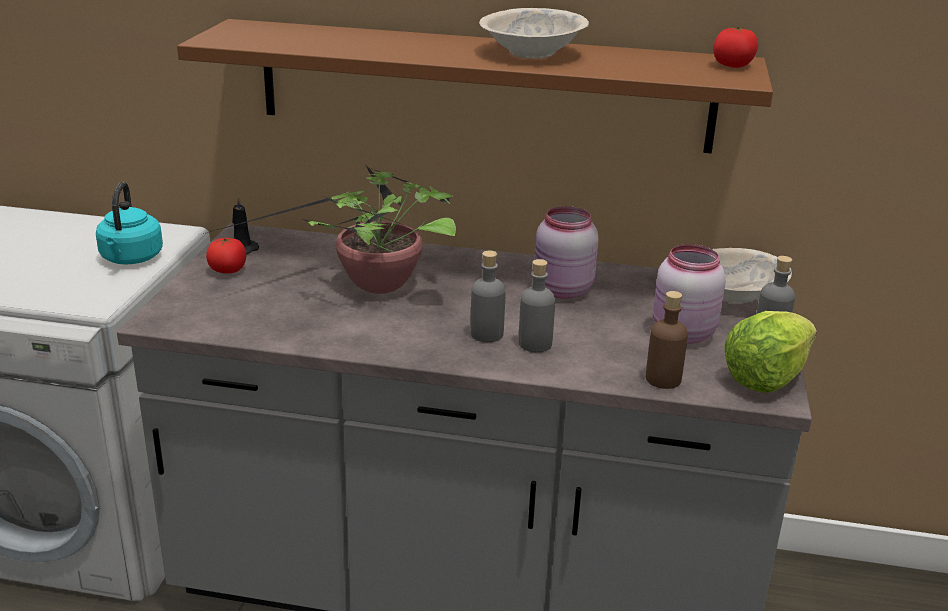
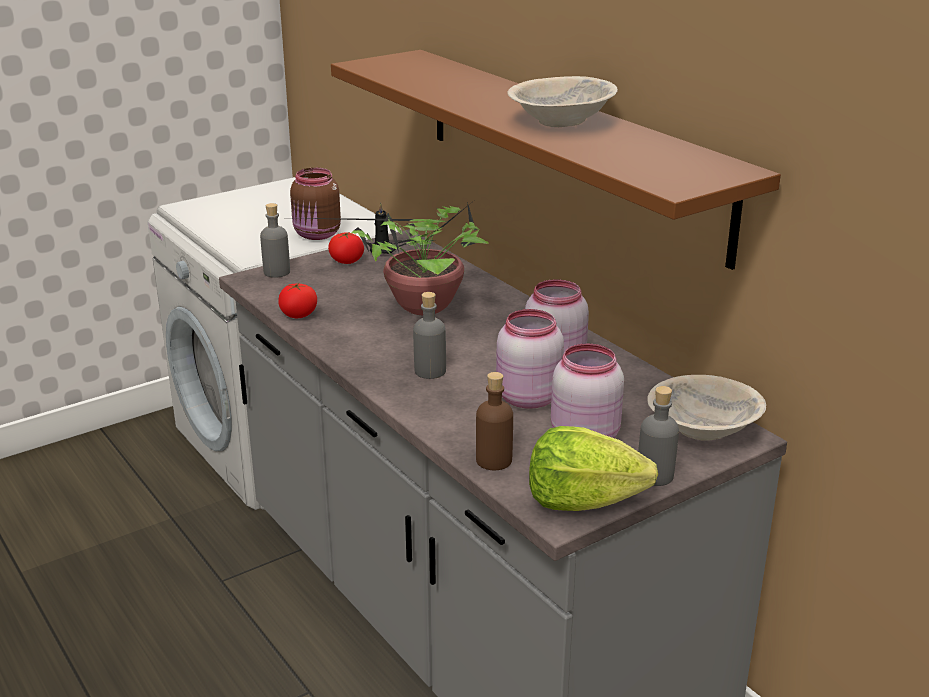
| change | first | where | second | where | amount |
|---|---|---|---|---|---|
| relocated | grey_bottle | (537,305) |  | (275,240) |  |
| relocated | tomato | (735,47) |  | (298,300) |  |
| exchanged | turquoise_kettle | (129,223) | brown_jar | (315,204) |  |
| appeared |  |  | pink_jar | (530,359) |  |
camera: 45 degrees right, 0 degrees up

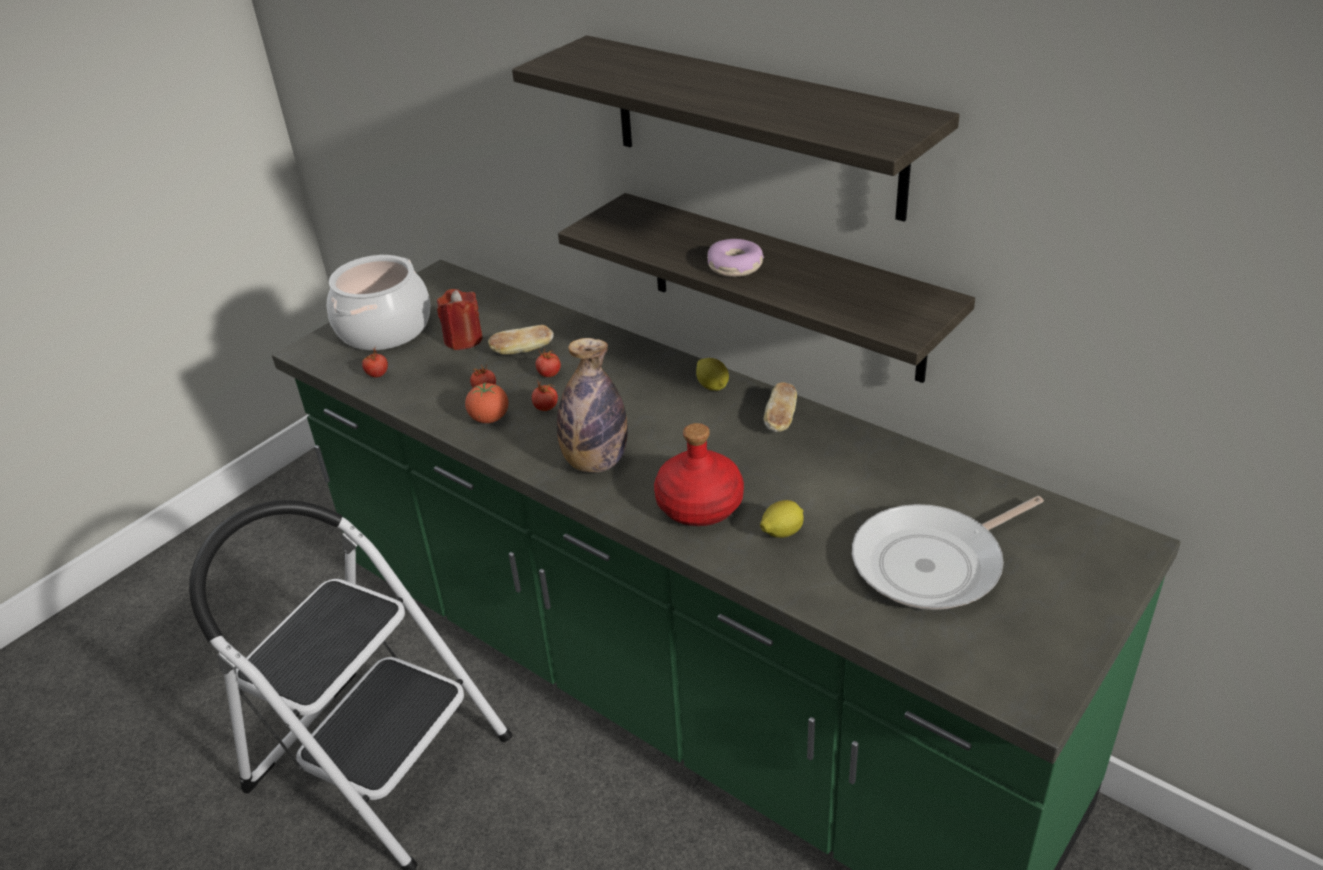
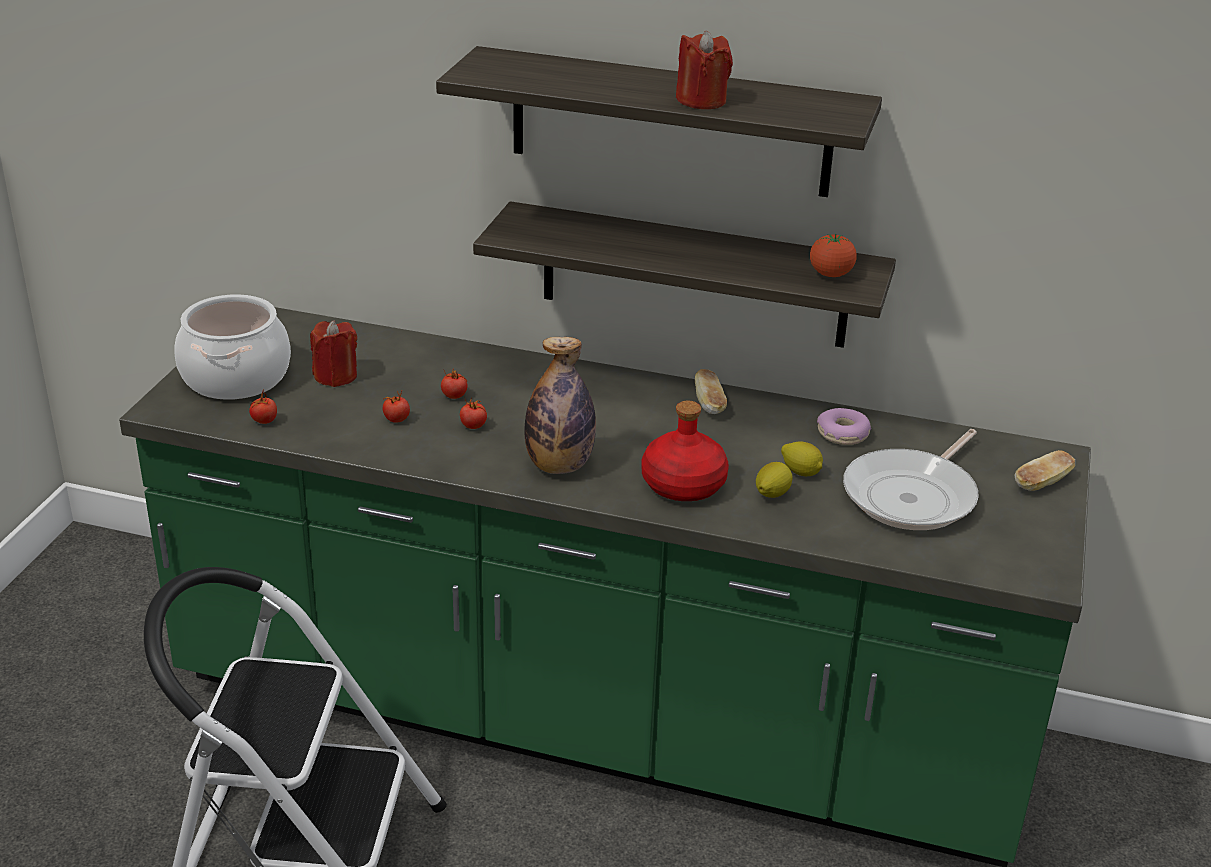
| change | first | where | second | where | amount |
|---|---|---|---|---|---|
| appeared |  |  | red_candle | (704,70) |  |
| relocated | lemon | (712,374) |  | (802,458) |  |
| relocated | tomato | (486,402) |  | (833,255) |  |
| relocated | donut | (735,258) |  | (844,426) |  |
| relocated | bread | (520,340) |  | (1044,470) |  |
camera: 25 degrees left, 5 degrees down

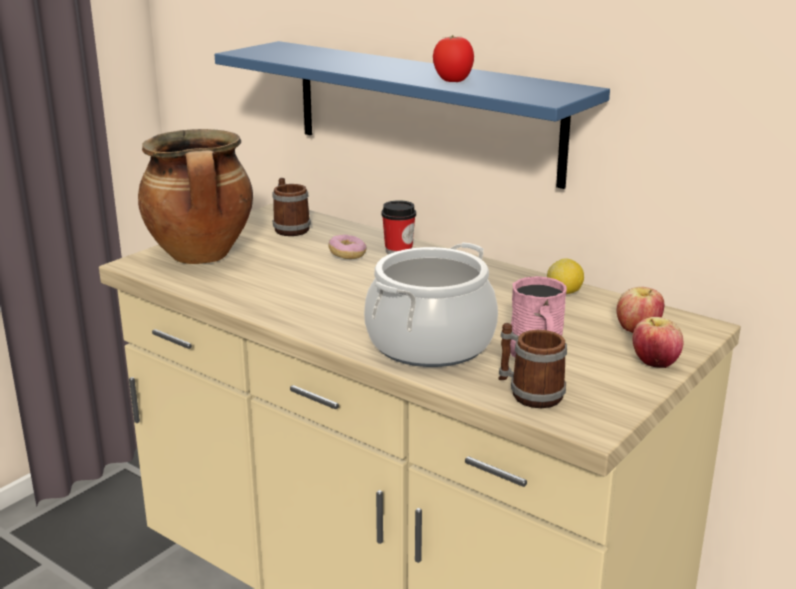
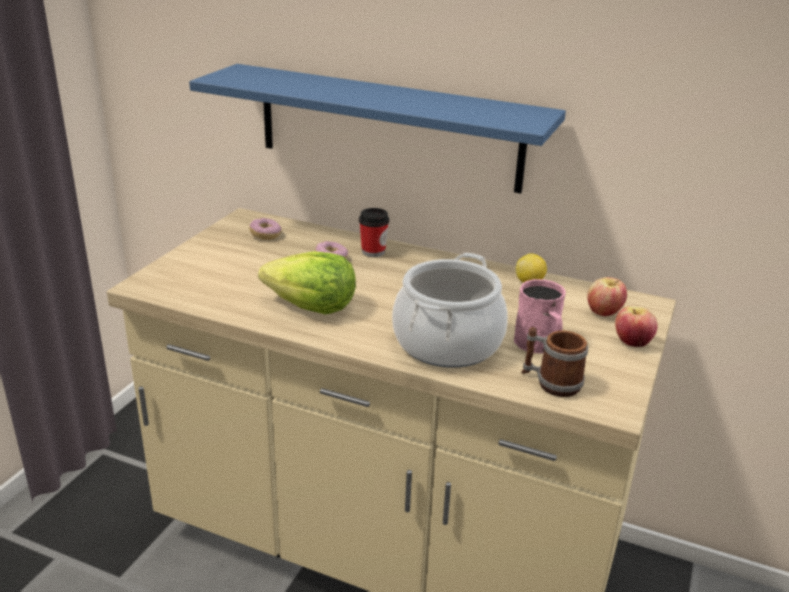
| change | first | where | second | where | amount |
|---|---|---|---|---|---|
| exchanged | mug | (291,207) | donut | (265,229) |  |
| appeared |  |  | lettuce | (307,283) |  |
| missing | cooking_pot | (195,196) |  |  |  |
| missing | tomato | (453,58) |  |  |  |
camera: 15 degrees left, 5 degrees up

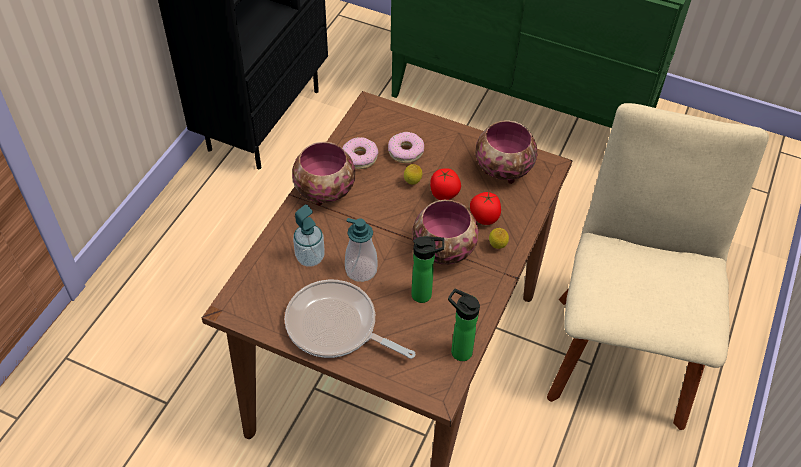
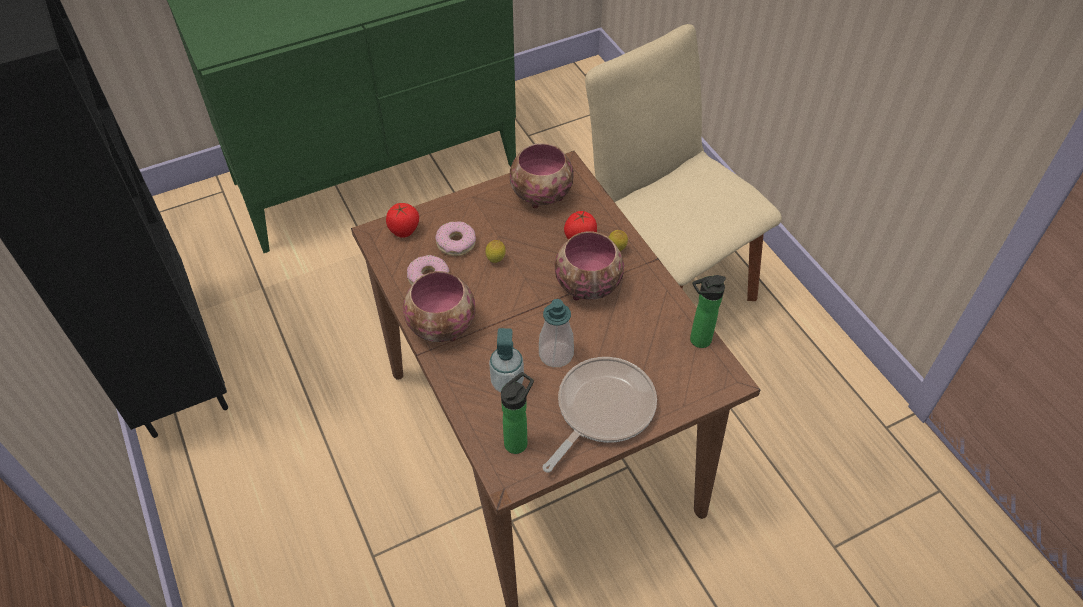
| change | first | where | second | where | amount |
|---|---|---|---|---|---|
| relocated | tomato | (445,184) |  | (402,220) |  |
| relocated | bottle | (427,269) |  | (517,413) |  |
| spun | frying_pan | (350,319) |  | (599,415) | 150 degrees clockwise |
camera: 50 degrees left, 0 degrees up

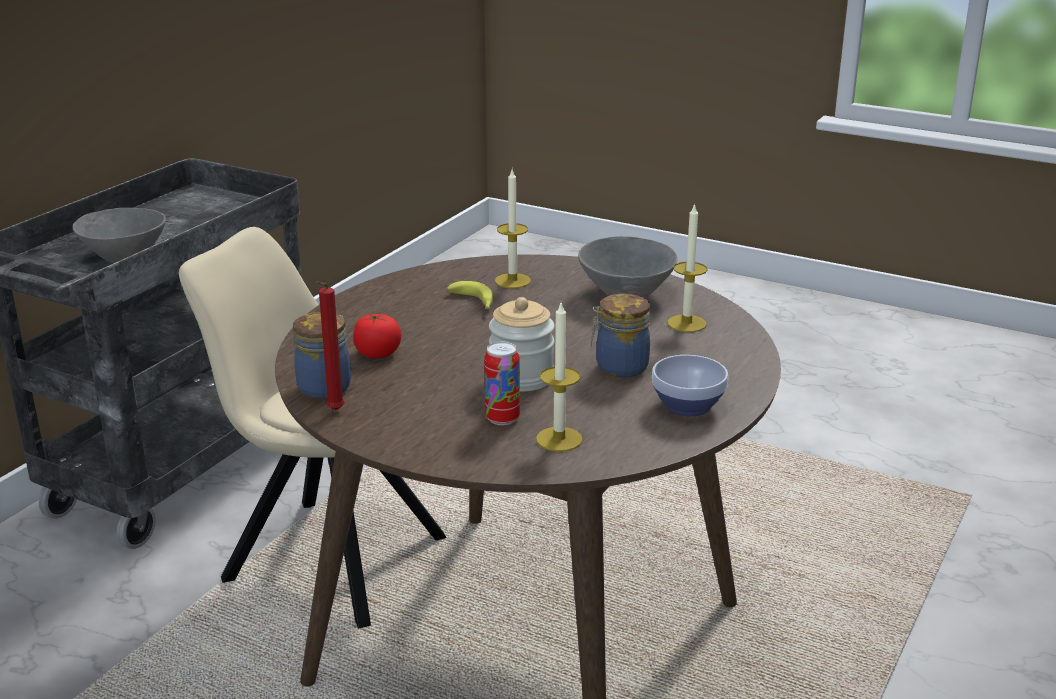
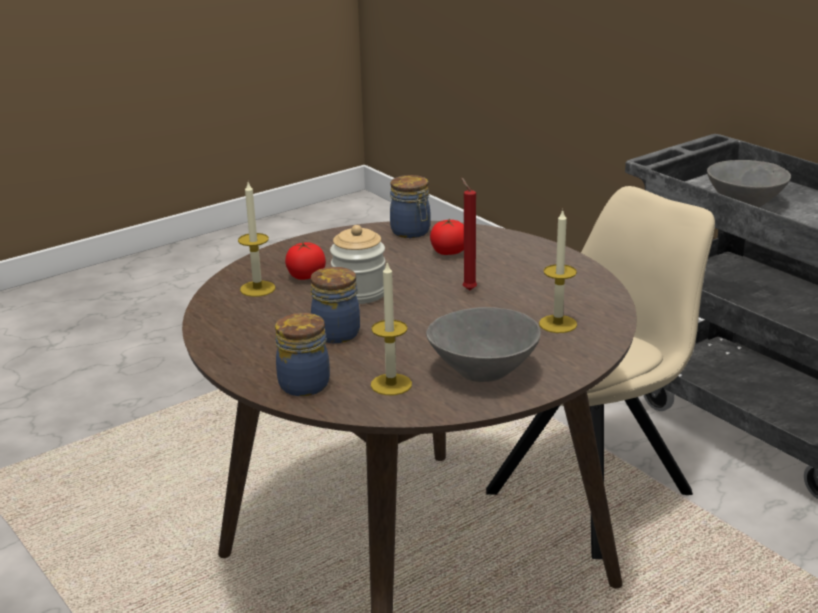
| change | first | where | second | where | amount |
|---|---|---|---|---|---|
| appeared |  |  | jar | (302,354) |  |
| exchanged | can | (502,383) | tomato | (305,260) |  |
| relocated | red_candle | (330,345) |  | (469,233) |  |
| missing | banana | (470,295) |  |  |  |
| missing | bowl | (690,385) |  |  |  |
camera: 115 degrees right, 0 degrees up

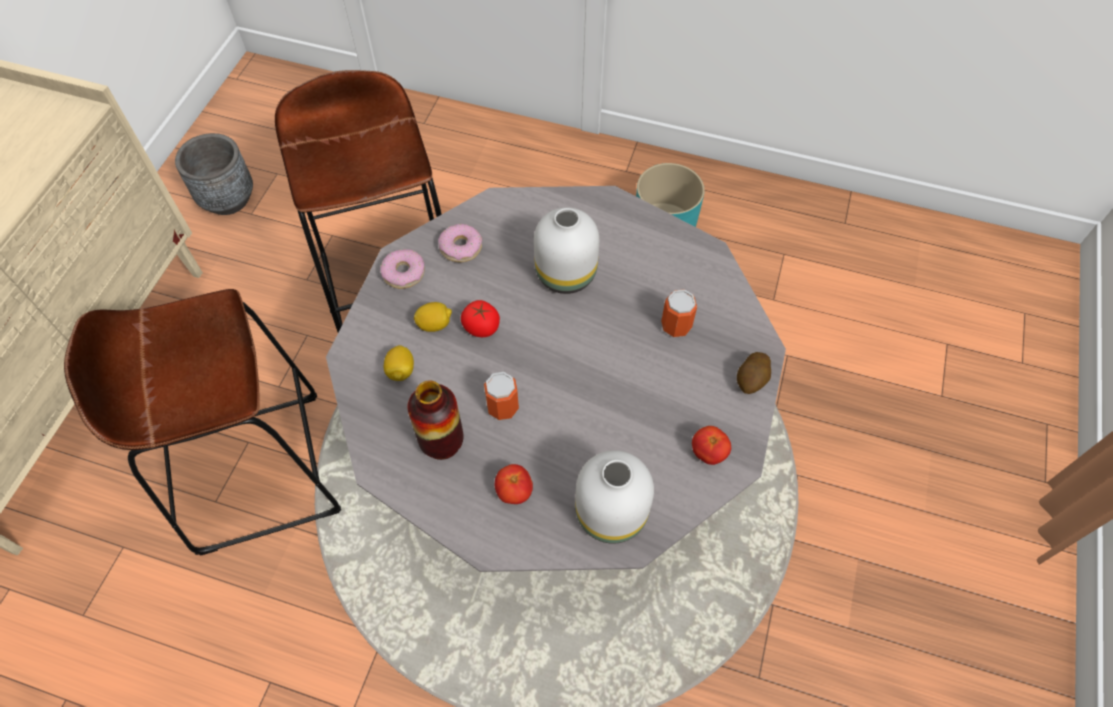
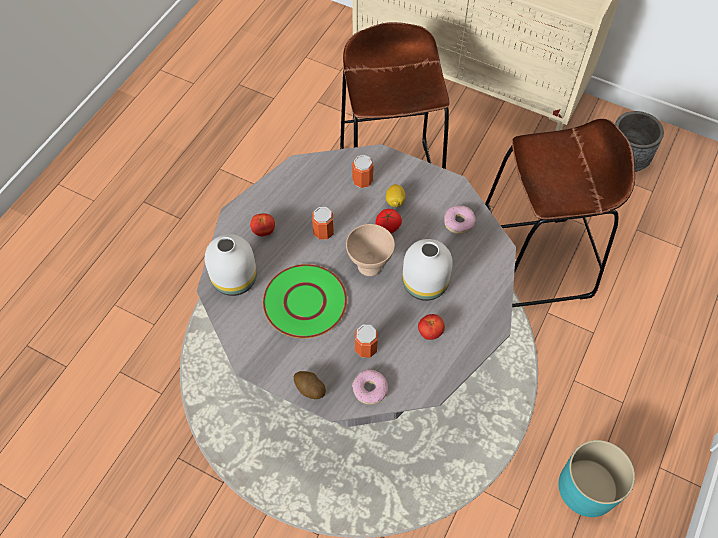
| change | first | where | second | where | amount |
|---|---|---|---|---|---|
| appeared |  |  | green_plate | (305,301) |  |
| appeared |  |  | beige_bowl | (370,250) |  |
| exchanged | lemon | (399,363) | can | (362,171) |  |
| relocated | donut | (402,269) |  | (370,387) |  |
| relocated | tomato | (711,445) |  | (431,327) |  |
| missing | vase | (436,420) |  |  |  |
camera: 100 degrees right, 0 degrees up

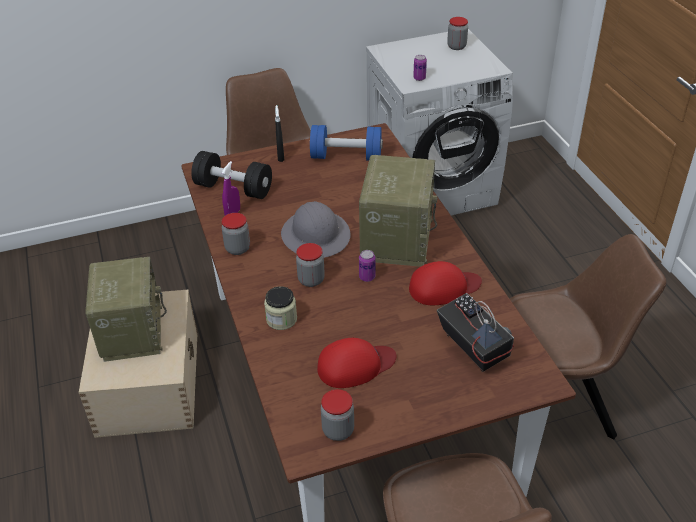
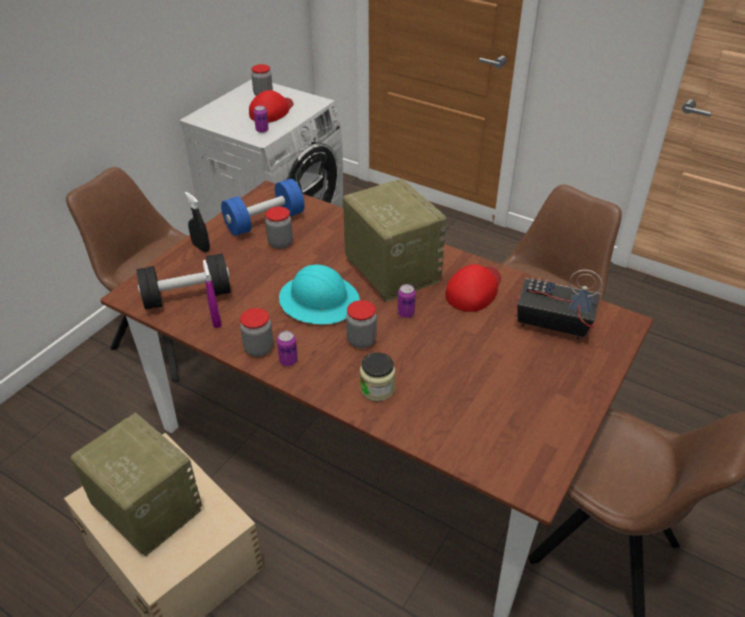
| change | first | where | second | where | amount |
|---|---|---|---|---|---|
| relocated | red_cap | (356,363) |  | (271,106) |  |
| relocated | jar | (337,415) |  | (279,228) |  |
| appeared |  |  | can | (287,348) |  |
| colour | grey_hard_hat | (316,229) | turquoise_hard_hat | (319,295) |  |
camera: 40 degrees left, 0 degrees up

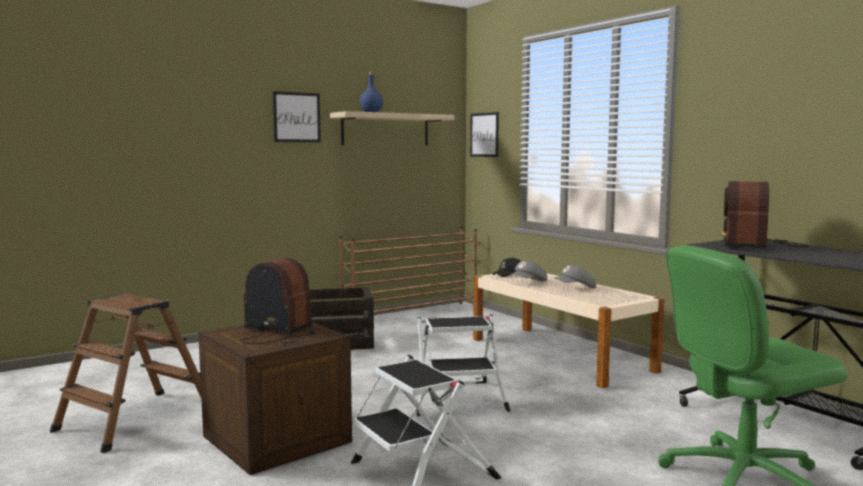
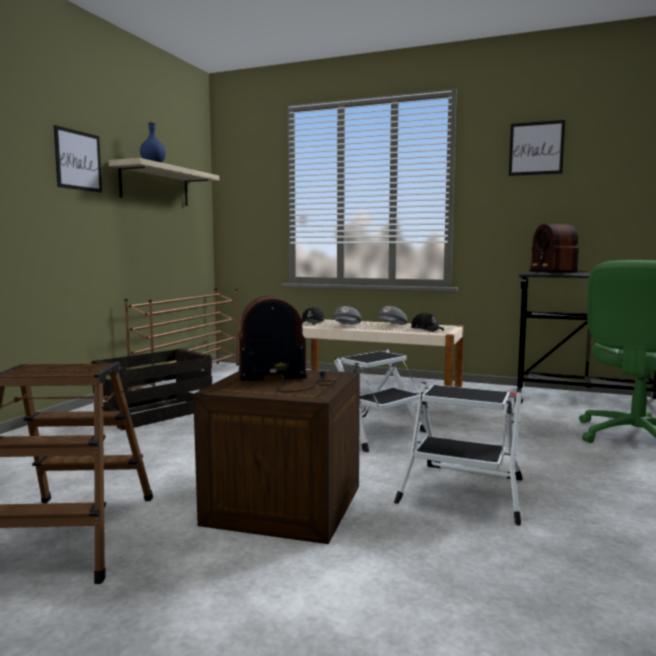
| change | first | where | second | where | amount |
|---|---|---|---|---|---|
| appeared |  |  | black_cap | (427,322) |  |
| relocated | picture | (484,134) |  | (537,148) |  |
camera: 35 degrees left, 0 degrees up

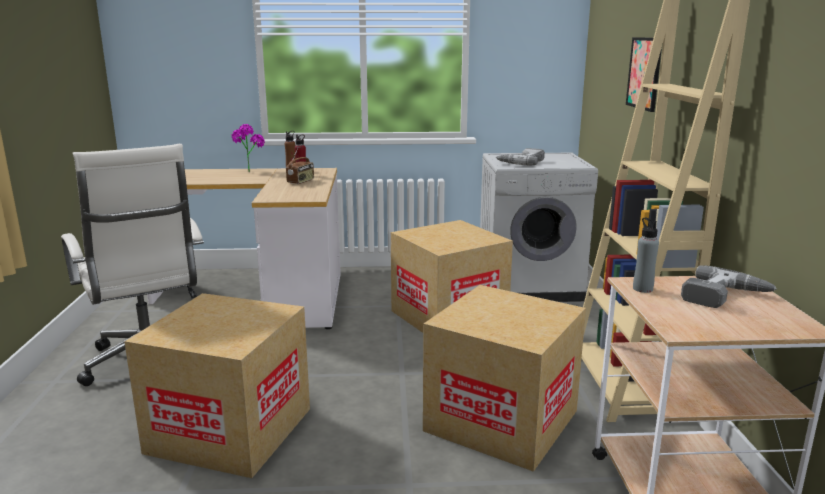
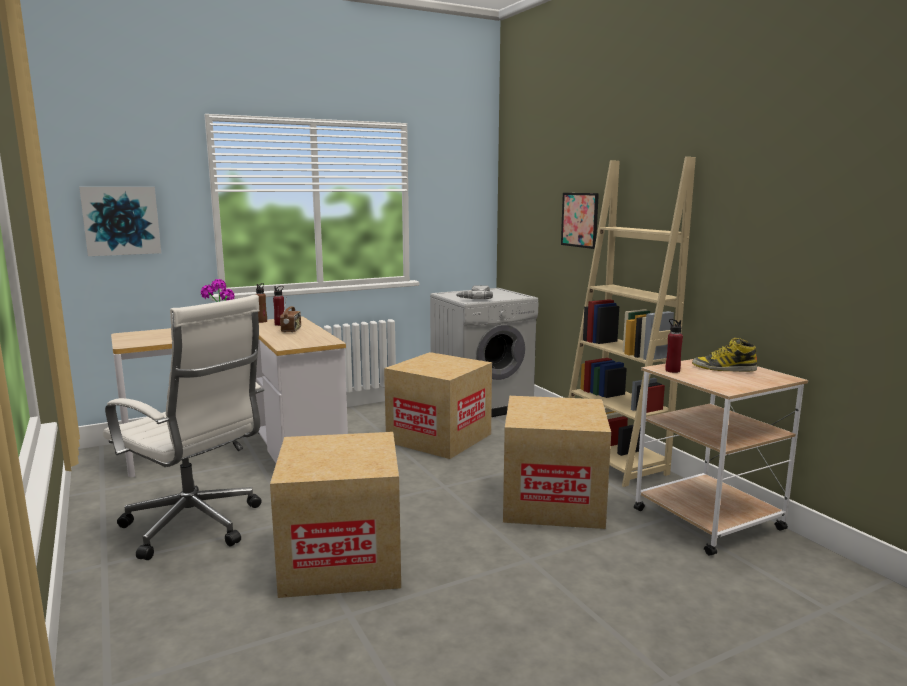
| change | first | where | second | where | amount |
|---|---|---|---|---|---|
| appeared |  |  | picture | (120,221) |  |
| colour | grey_bottle | (646,255) | red_bottle | (674,346) |  |
| exchanged | power_drill | (729,286) | boot | (724,355) |  |
camera: 25 degrees left, 5 degrees down

